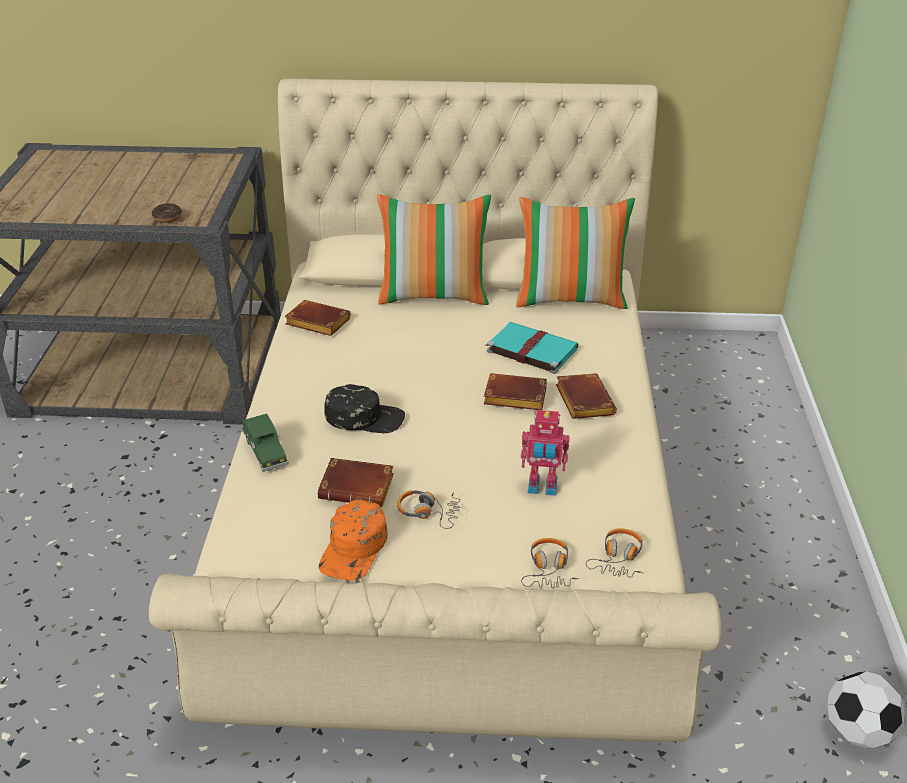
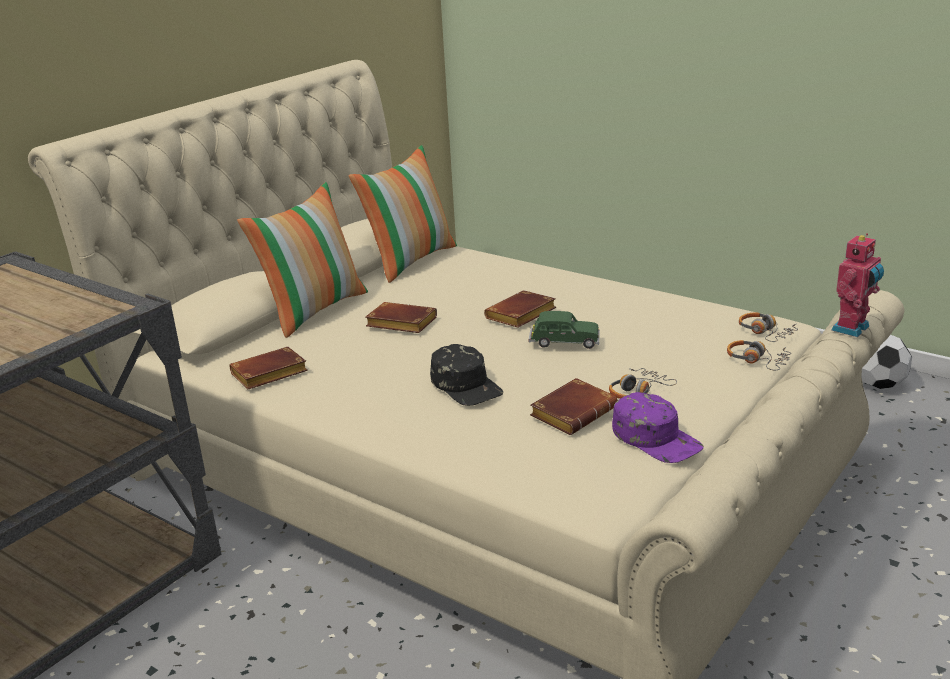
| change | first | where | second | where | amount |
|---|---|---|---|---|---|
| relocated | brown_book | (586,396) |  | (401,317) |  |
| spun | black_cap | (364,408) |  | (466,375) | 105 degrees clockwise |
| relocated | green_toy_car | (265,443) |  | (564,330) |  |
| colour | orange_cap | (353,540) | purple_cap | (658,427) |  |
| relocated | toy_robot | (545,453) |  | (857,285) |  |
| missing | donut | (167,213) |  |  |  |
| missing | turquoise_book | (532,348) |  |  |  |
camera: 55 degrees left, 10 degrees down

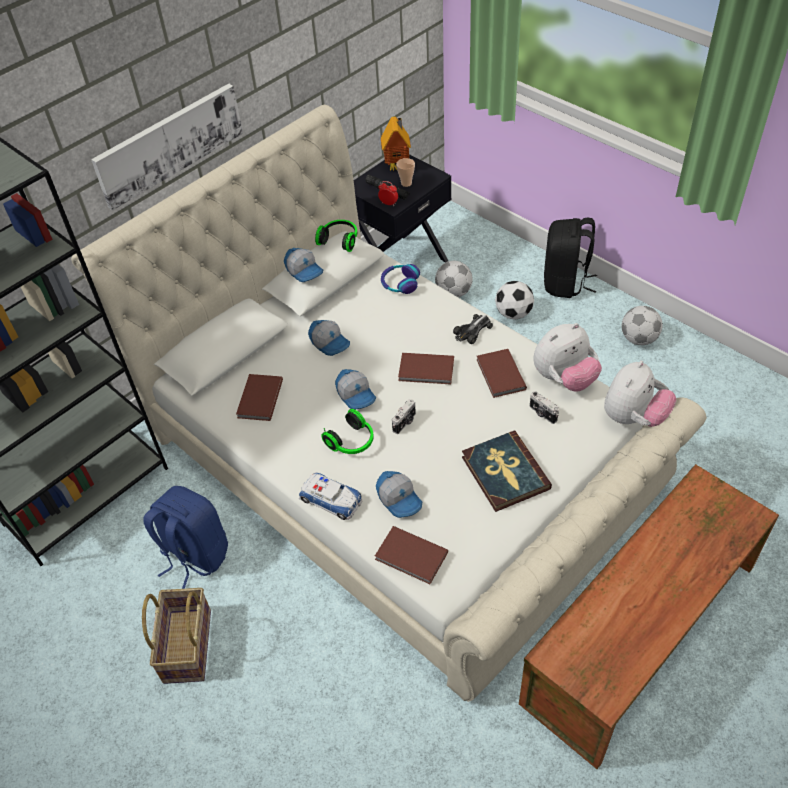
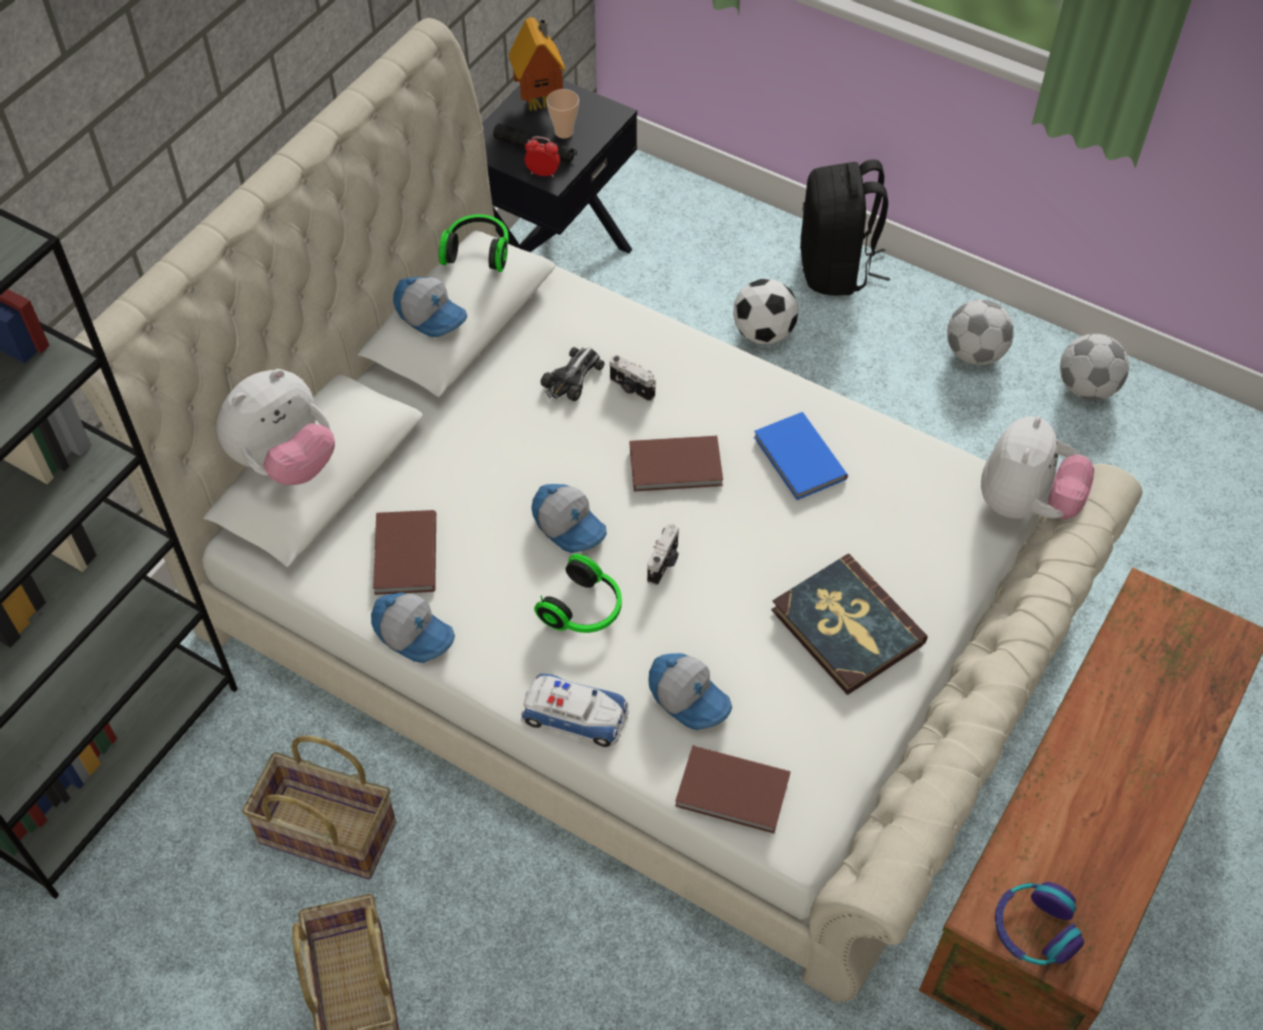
| change | first | where | second | where | amount |
|---|---|---|---|---|---|
| relocated | plush_toy | (567,357) |  | (275,427) |  |
| exchanged | blue_backpack | (185,537) | basket | (319,807) |  |
| relocated | cap | (329,338) |  | (413,628) |  |
| relocated | toy_car | (473,329) |  | (572,374) |  |
| relocated | photo_camera | (544,407) |  | (633,378) |  |
| colour | brown_book | (502,373) | blue_book | (801,456) |  |
| relocated | headphones | (400,279) |  | (1039,923) |  |
| relocated | football | (454,279) |  | (1094,367) |  |
| missing | picture | (167,147) |  |  |  |
camera: 15 degrees left, 5 degrees up

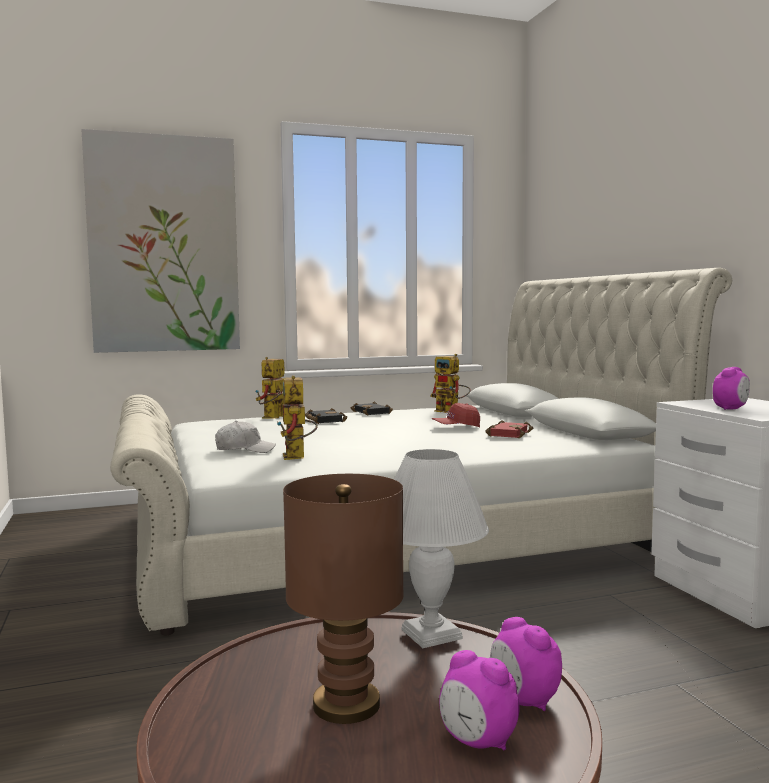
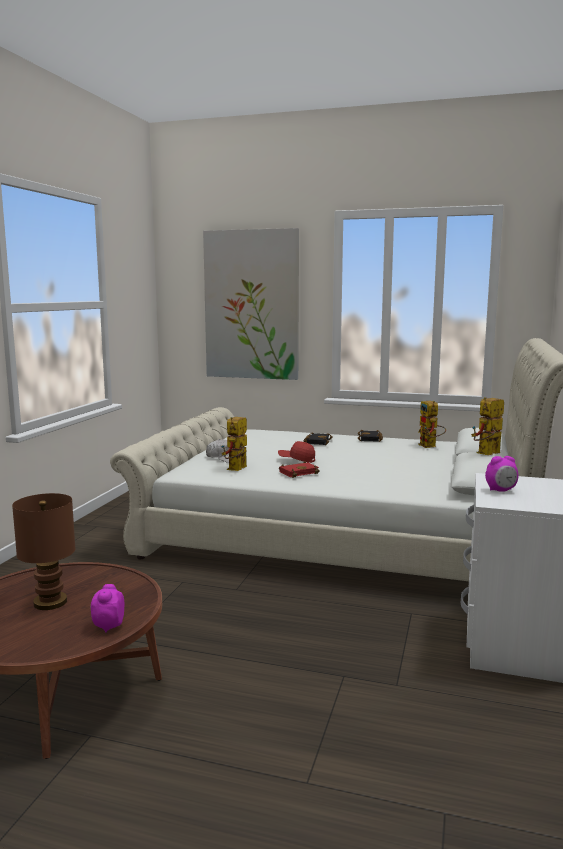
| change | first | where | second | where | amount |
|---|---|---|---|---|---|
| relocated | red_cap | (456,415) |  | (296,452) |  |
| relocated | red_book | (509,429) |  | (299,469) |  |
| relocated | toy_robot | (270,388) |  | (487,426) |  |
| missing | white_table_lamp | (441,548) |  |  |  |
| missing | alarm_clock | (479,700) |  |  |  |
camera: 35 degrees right, 5 degrees up

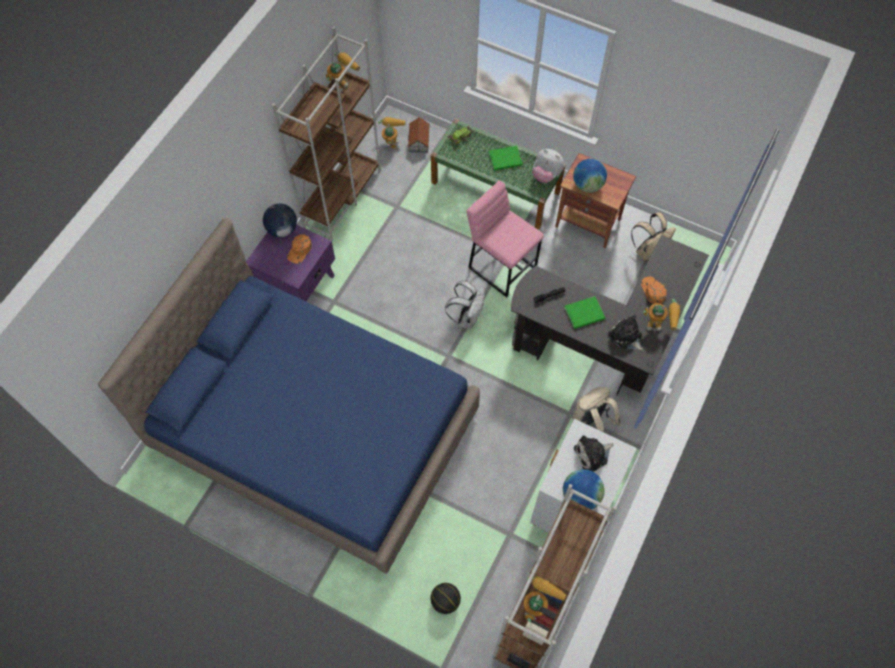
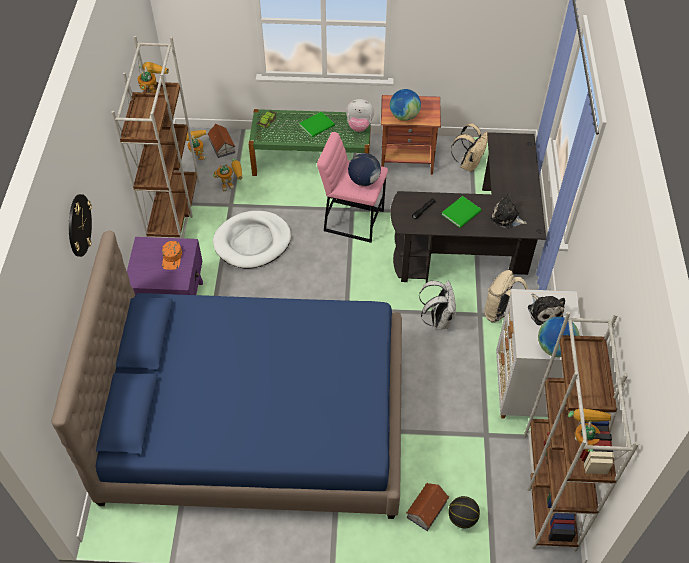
| change | first | where | second | where | amount |
|---|---|---|---|---|---|
| appeared |  |  | wall_clock | (80,225) |  |
| relocated | toy_robot | (661,315) |  | (228,175) |  |
| appeared |  |  | white_dog_bed | (252,239) |  |
| relocated | globe | (280,220) |  | (364,169) |  |
| appeared |  |  | toy_house | (427,507) |  |
| relocated | white_backpack | (465,304) |  | (437,305) |  |
| spun | plush_toy | (593,453) |  | (546,309) | 60 degrees counterclockwise |
| missing | orange_cap | (654,290) |  |  |  |
camera: 25 degrees left, 10 degrees down

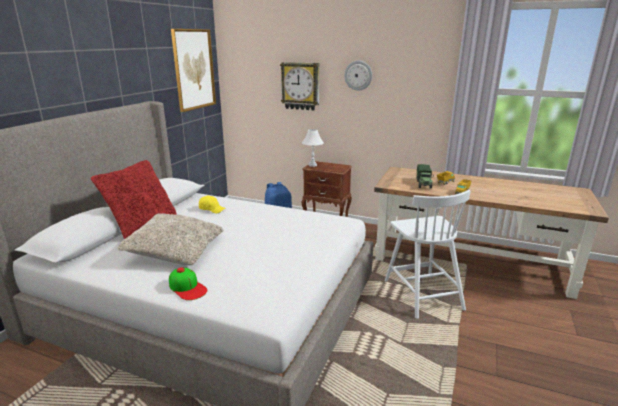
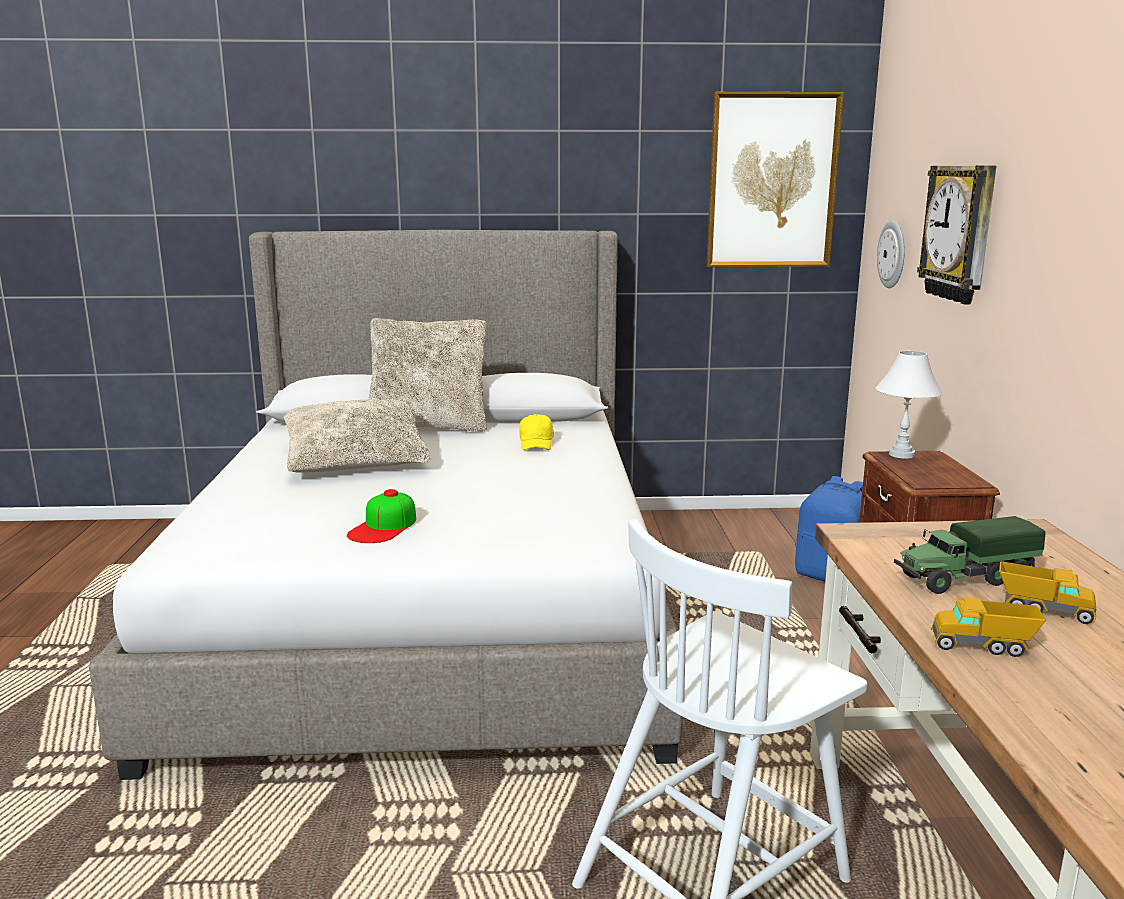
| change | first | where | second | where | amount |
|---|---|---|---|---|---|
| relocated | cap | (188,283) |  | (381,516) |  |
| colour | red_pillow | (134,199) | beige_pillow | (428,375) |  |
| relocated | wall_clock | (358,75) |  | (891,254) |  |
camera: 65 degrees right, 5 degrees down

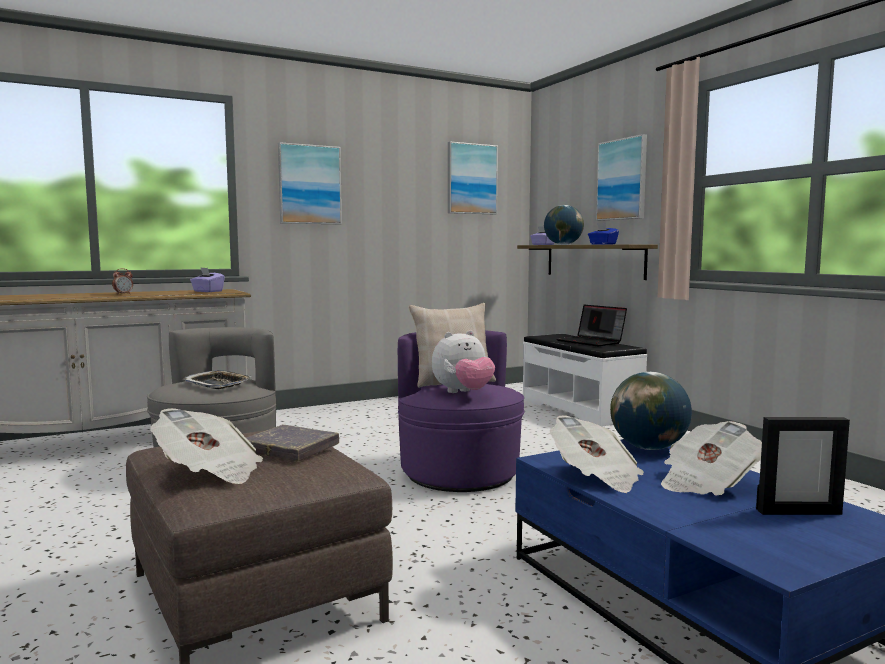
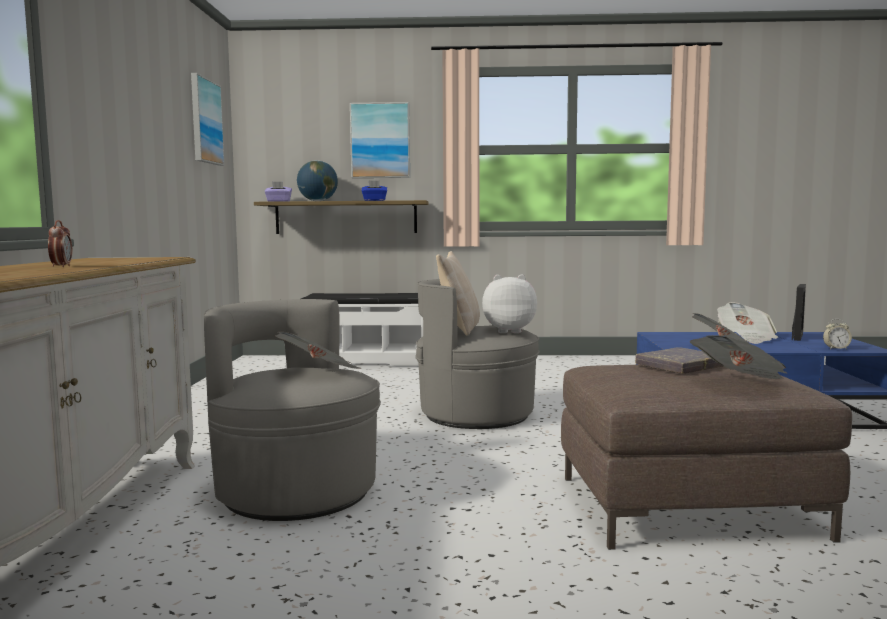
| change | first | where | second | where | amount |
|---|---|---|---|---|---|
| exchanged | tray | (217,379) | newspaper | (318,350) |  |
| colour | purple_armchair | (461,411) | grey_armchair | (477,354) |  |
| spun | plush_toy | (463,361) |  | (509,303) | 90 degrees counterclockwise |
| appeared |  |  | alarm_clock | (837,334) |  |
| missing | purple_tissue_box | (207,279) |  |  |  |
| missing | picture | (310,183) |  |  |  |
| missing | laptop | (592,325) |  |  |  |
| missing | globe | (651,411) |  |  |  |
camera: 60 degrees left, 0 degrees up

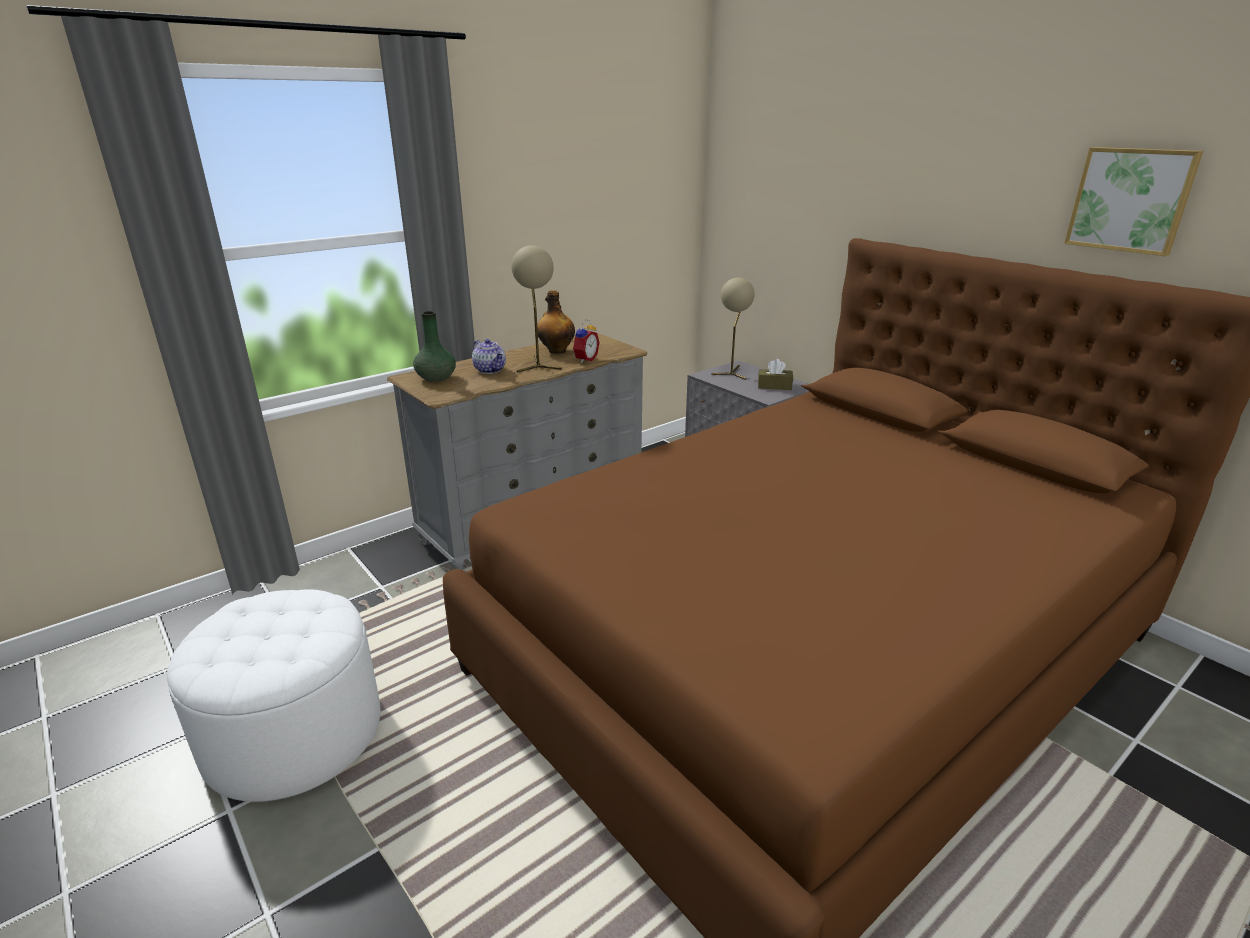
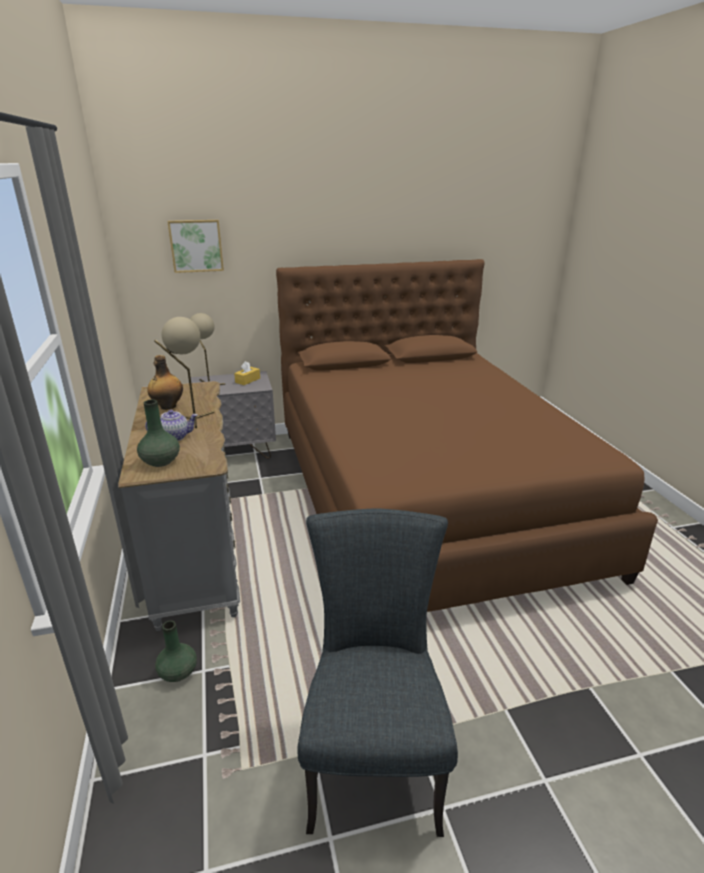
| change | first | where | second | where | amount |
|---|---|---|---|---|---|
| appeared |  |  | green_vase | (176,651) |  |
| relocated | picture | (1133,201) |  | (195,246) |  |
| colour | brown_tissue_box | (775,374) | yellow_tissue_box | (247,373) |  |
| exchanged | white_ottoman | (274,696) | grey_chair | (377,673) |  |
| missing | alarm_clock | (586,341) |  |  |  |
camera: 65 degrees left, 0 degrees up

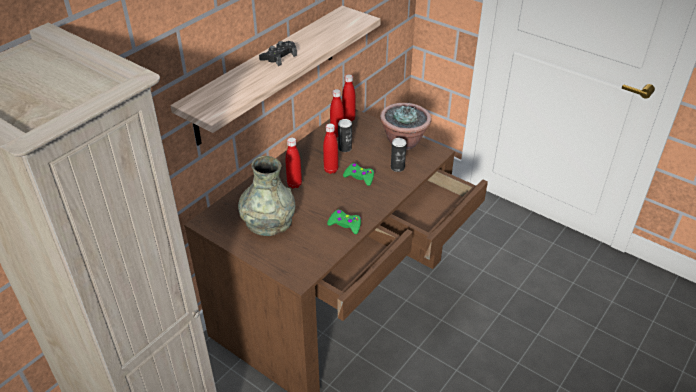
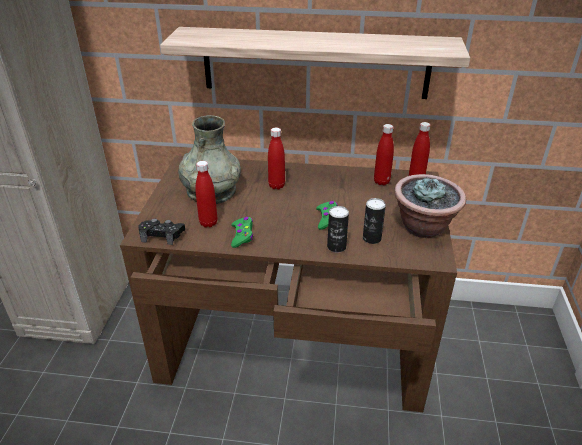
| change | first | where | second | where | amount |
|---|---|---|---|---|---|
| relocated | black_game_controller | (278,53) |  | (161,232) |  |
| relocated | red_bottle | (330,148) |  | (206,194) |  |
| relocated | can | (345,135) |  | (338,229) |  |
camera: 60 degrees right, 5 degrees down

